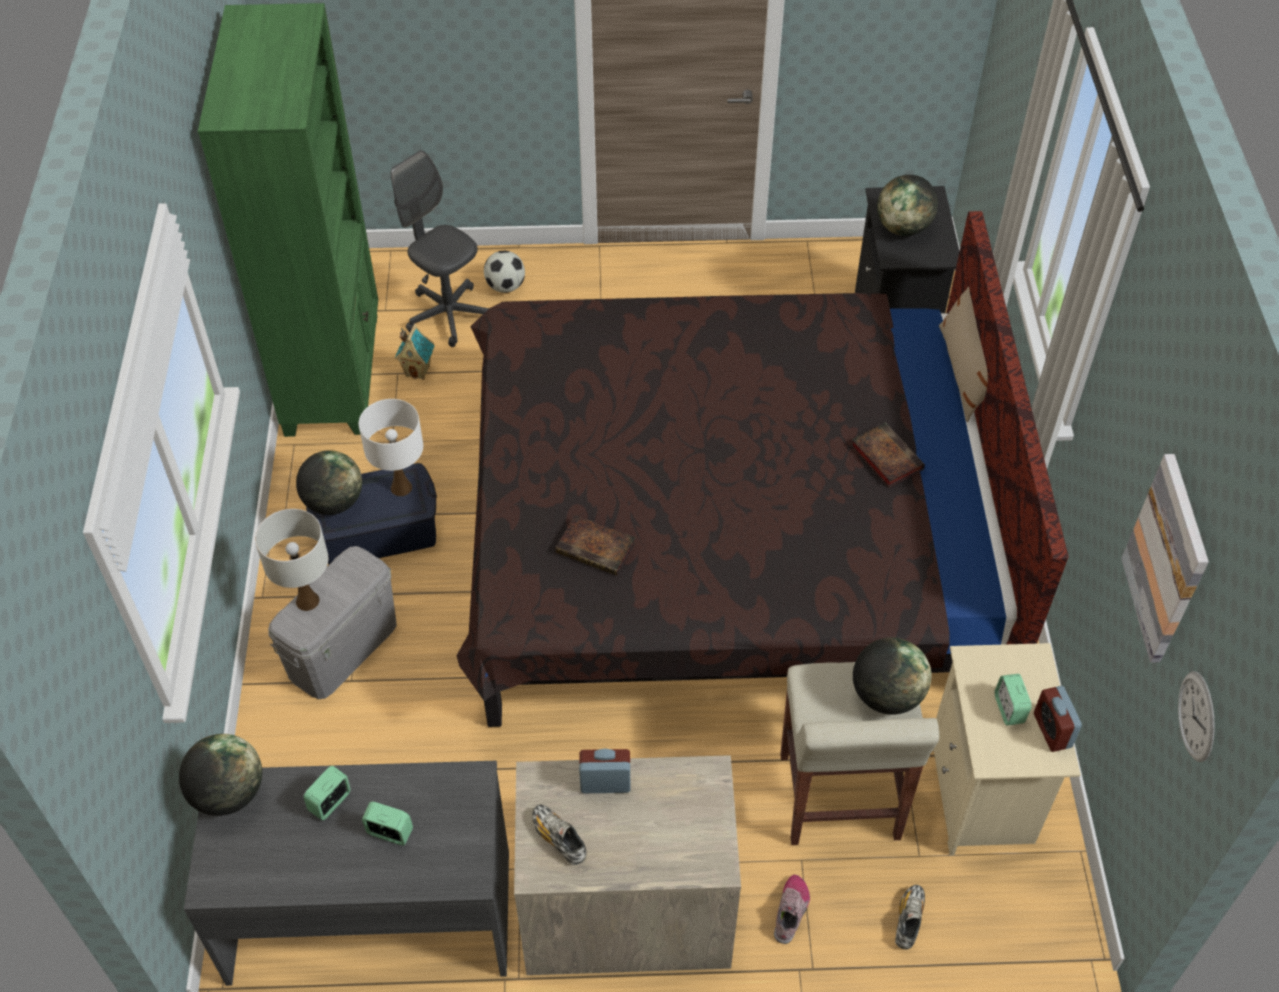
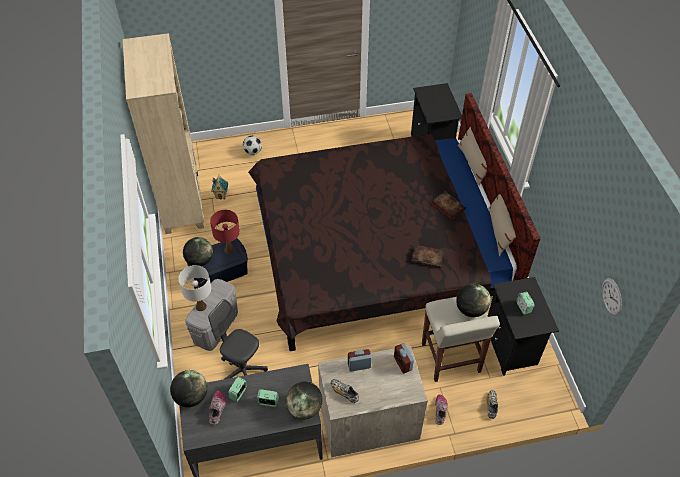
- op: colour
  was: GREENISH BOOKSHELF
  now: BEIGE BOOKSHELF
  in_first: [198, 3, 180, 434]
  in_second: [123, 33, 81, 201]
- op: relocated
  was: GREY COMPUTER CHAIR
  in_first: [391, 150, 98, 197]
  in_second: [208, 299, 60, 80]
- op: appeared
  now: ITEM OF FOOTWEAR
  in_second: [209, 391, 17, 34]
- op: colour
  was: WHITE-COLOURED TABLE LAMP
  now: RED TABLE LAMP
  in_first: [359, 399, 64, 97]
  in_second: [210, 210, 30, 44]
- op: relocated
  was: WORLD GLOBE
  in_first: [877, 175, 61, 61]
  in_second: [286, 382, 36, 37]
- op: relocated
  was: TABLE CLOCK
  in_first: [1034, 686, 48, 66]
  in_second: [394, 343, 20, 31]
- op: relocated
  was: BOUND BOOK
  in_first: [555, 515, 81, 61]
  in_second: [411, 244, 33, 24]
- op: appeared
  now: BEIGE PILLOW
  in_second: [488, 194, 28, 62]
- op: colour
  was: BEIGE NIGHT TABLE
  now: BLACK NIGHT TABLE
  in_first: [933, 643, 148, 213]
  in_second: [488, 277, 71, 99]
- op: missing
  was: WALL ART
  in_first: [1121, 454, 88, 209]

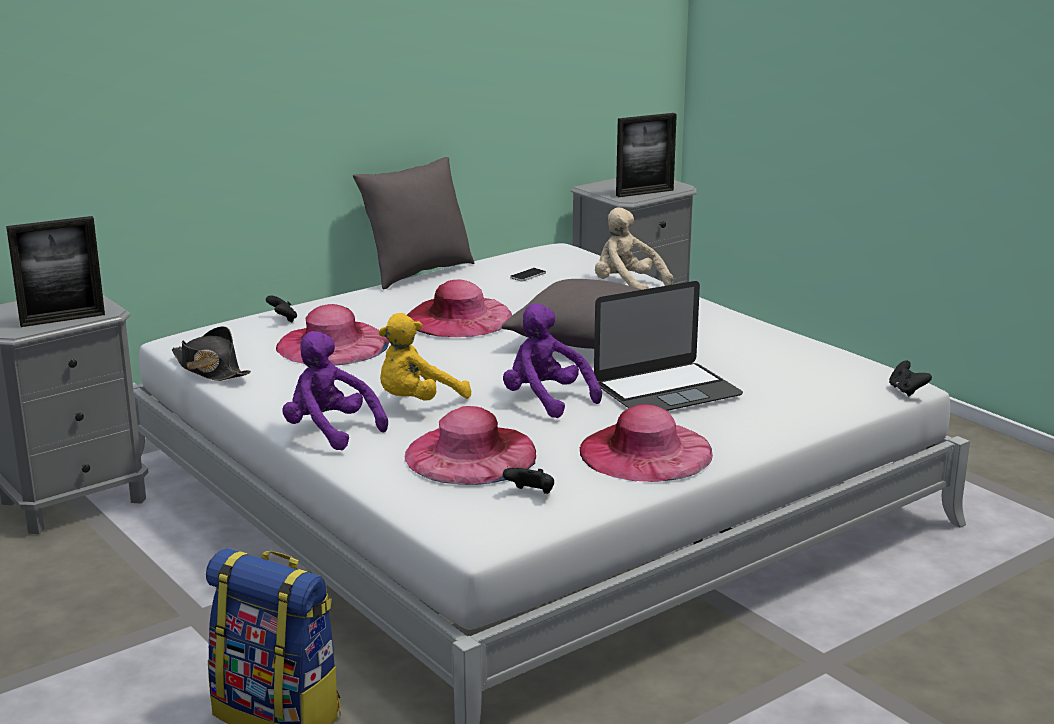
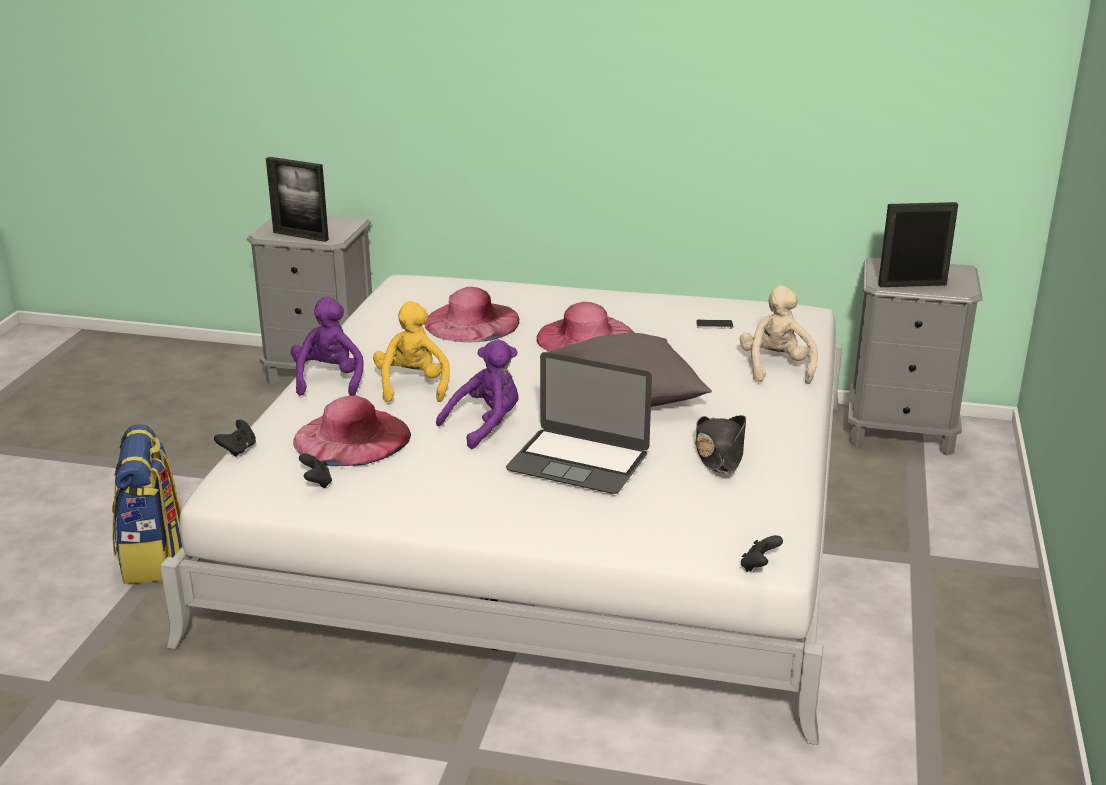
- op: relocated
  was: BLACK GAMEPAD
  in_first: [266, 295, 31, 27]
  in_second: [214, 419, 42, 38]
- op: spun
  was: YELLOW-COLOURED SOFT TOY
  in_first: [378, 313, 93, 88]
  in_second: [373, 301, 77, 101]
  clockwise: 75
- op: spun
  was: PURPLE SOFT TOY
  in_first: [503, 303, 99, 115]
  in_second: [436, 339, 83, 110]
  clockwise: 45
- op: relocated
  was: BLACK CLOTHING HAT
  in_first: [172, 326, 79, 55]
  in_second: [695, 415, 51, 59]
- op: spun
  was: PHOTO FRAME
  in_first: [616, 113, 61, 84]
  in_second: [878, 202, 80, 85]
  clockwise: 150
- op: missing
  was: GREY PILLOW
  in_first: [353, 157, 121, 132]
- op: missing
  was: PINK-COLOURED CLOTHING HAT
  in_first: [580, 404, 133, 78]

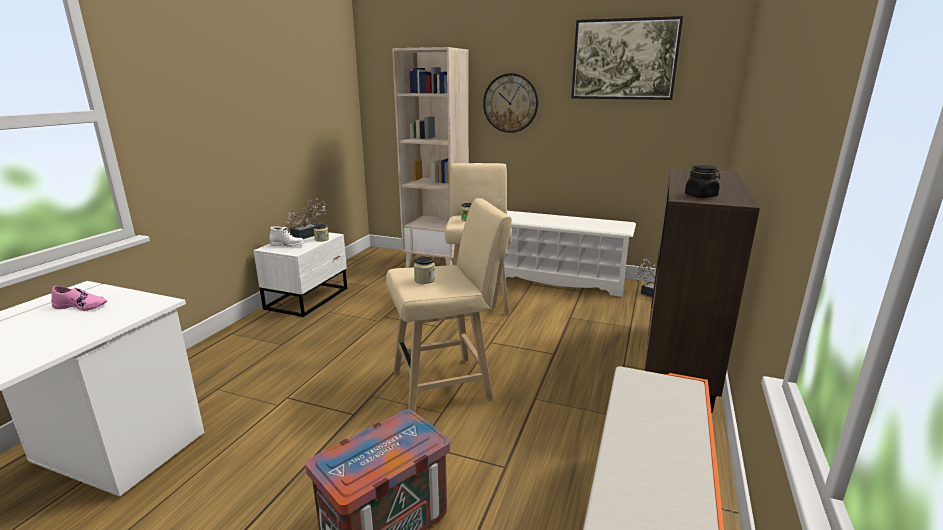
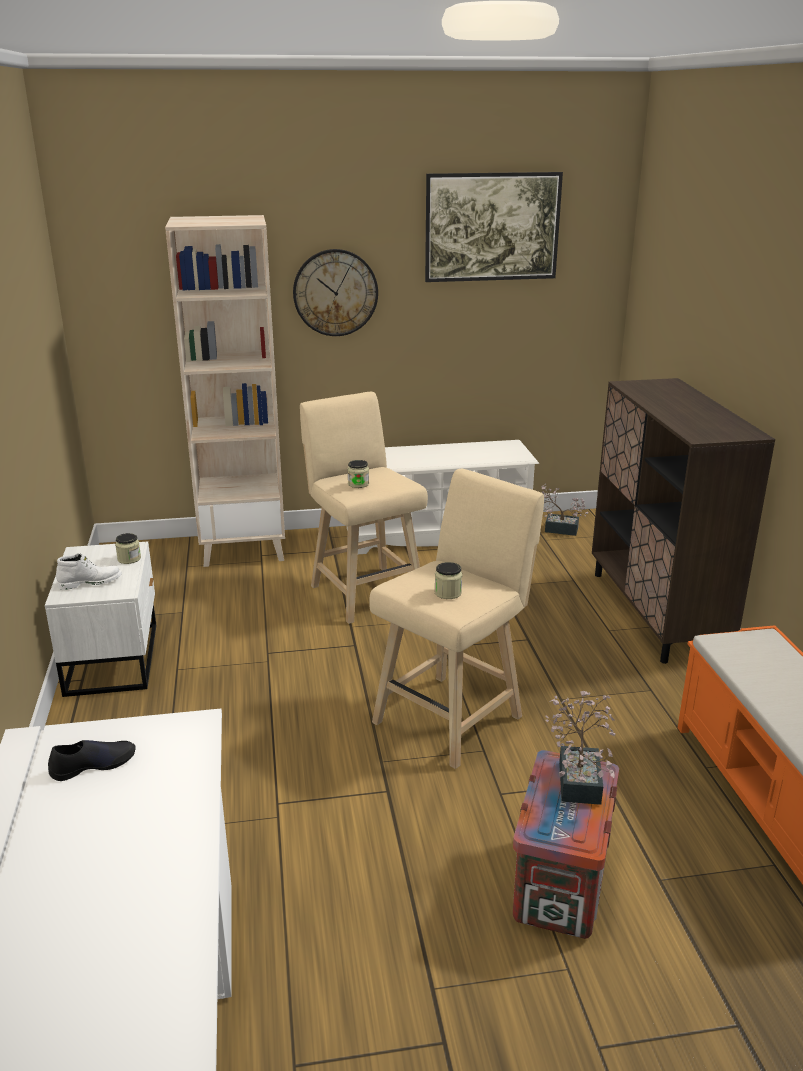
- op: colour
  was: PINK-COLOURED ITEM OF FOOTWEAR
  now: BLACK ITEM OF FOOTWEAR
  in_first: [51, 286, 56, 25]
  in_second: [48, 740, 88, 41]
- op: relocated
  was: PLANT IN A POT
  in_first: [286, 198, 41, 41]
  in_second: [545, 691, 71, 114]
- op: missing
  was: BLACK PRESERVE JAR
  in_first: [685, 165, 35, 33]

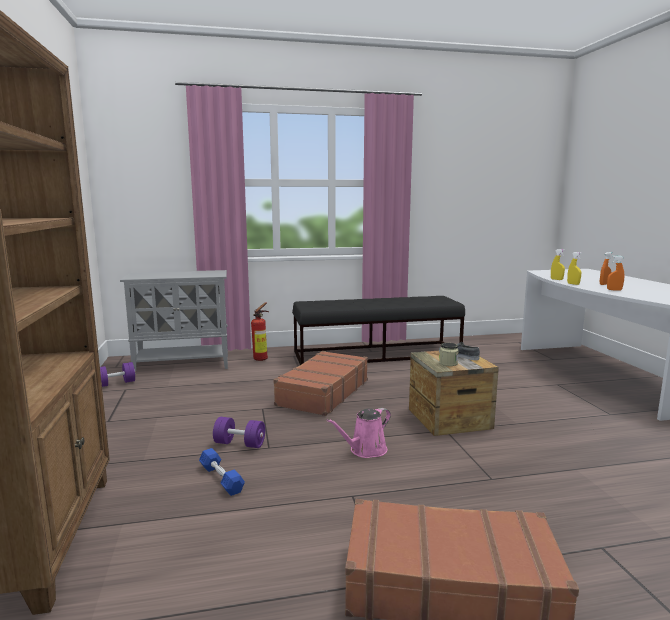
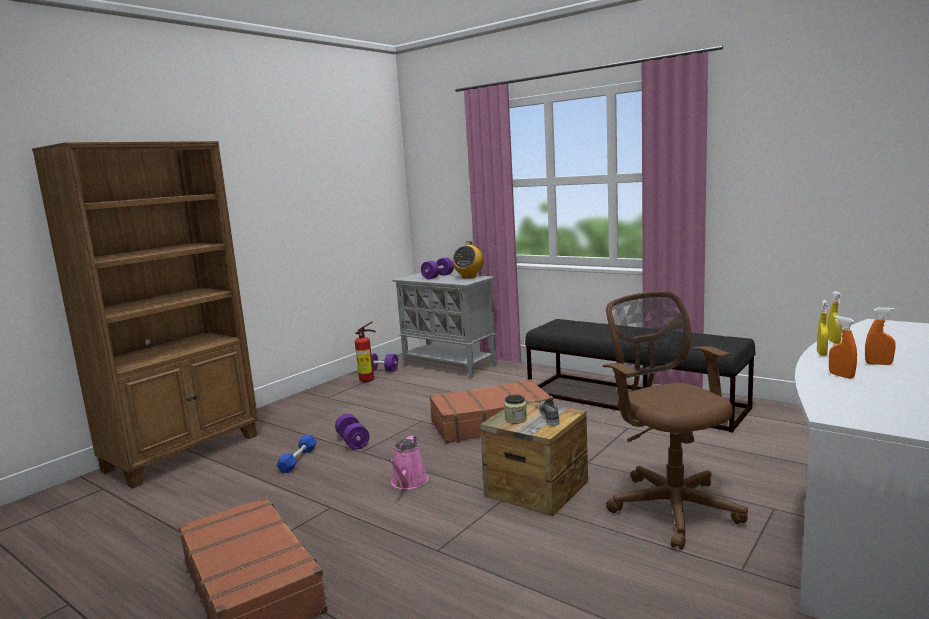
- op: relocated
  was: FIRE-FIGHTING CYLINDER
  in_first: [251, 302, 18, 59]
  in_second: [355, 321, 21, 61]
- op: spun
  was: PINK-COLOURED WATERING CAN
  in_first: [327, 408, 64, 50]
  in_second: [389, 435, 39, 54]
  clockwise: -90
- op: appeared
  now: PURPLE HAND WEIGHT
  in_second: [421, 257, 33, 22]
- op: appeared
  now: RADIO SET
  in_second: [452, 241, 32, 37]
- op: appeared
  now: BROWN COMPUTER CHAIR
  in_second: [602, 291, 146, 259]

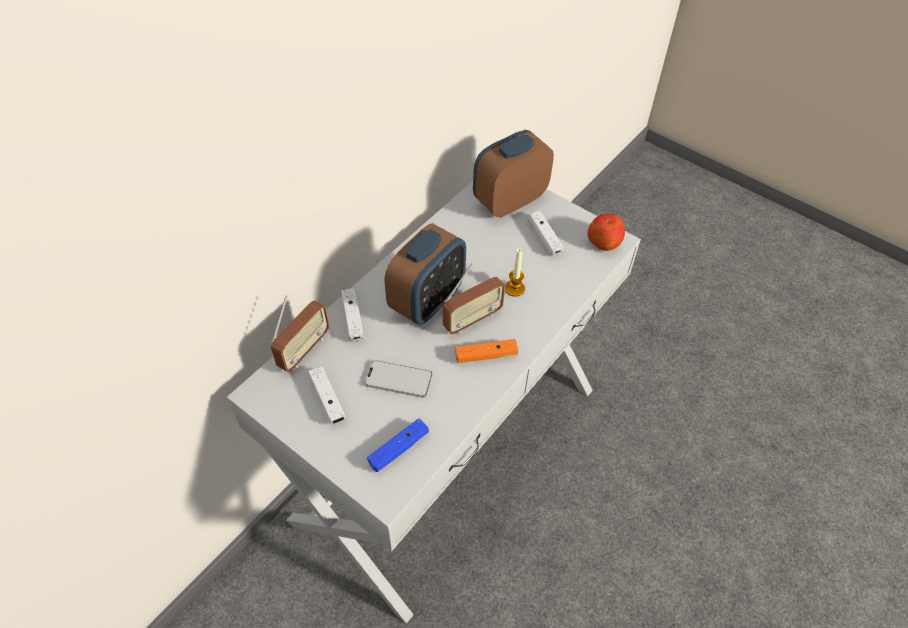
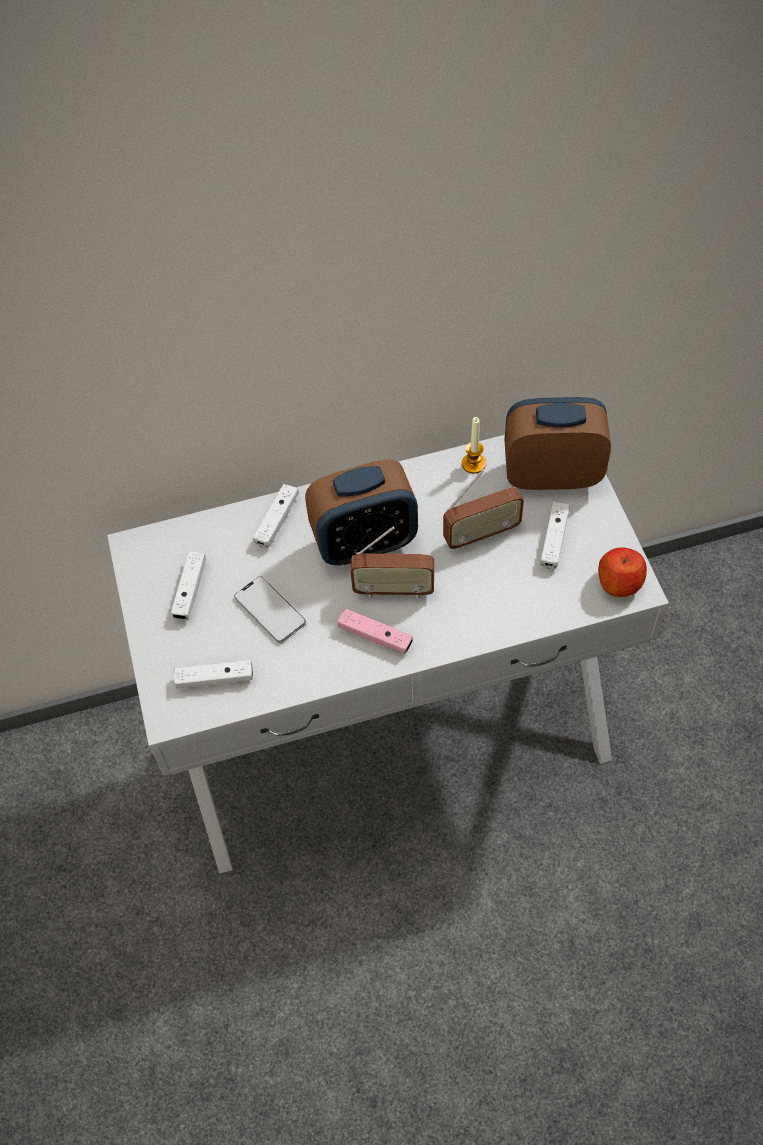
- op: colour
  was: BLUE GAMEPAD
  now: WHITE-COLOURED GAMEPAD
  in_first: [367, 418, 62, 54]
  in_second: [174, 660, 79, 29]
- op: colour
  was: ORANGE-COLOURED GAMEPAD
  now: PINK-COLOURED GAMEPAD
  in_first: [455, 339, 63, 24]
  in_second: [337, 609, 76, 45]
- op: relocated
  was: RADIO SET
  in_first: [271, 295, 59, 77]
  in_second: [443, 469, 81, 80]
- op: relocated
  was: WAX CANDLE
  in_first: [505, 249, 20, 48]
  in_second: [462, 417, 24, 57]

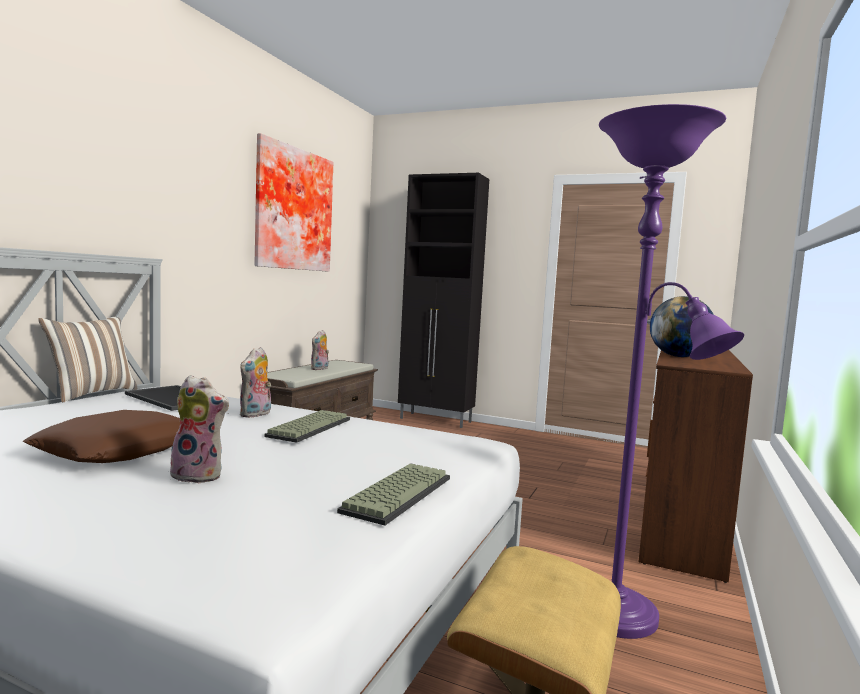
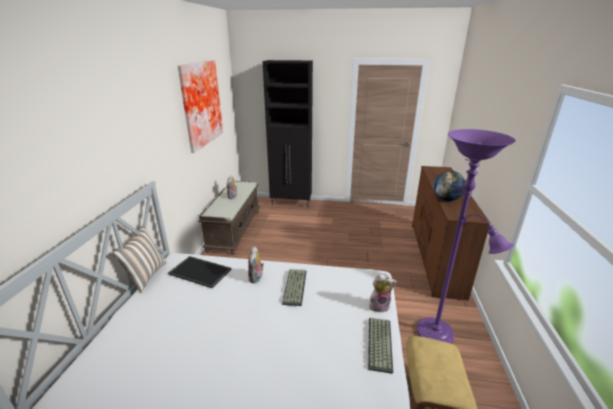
- op: relocated
  was: SOFT TOY
  in_first: [168, 375, 61, 108]
  in_second: [369, 274, 28, 39]
- op: missing
  was: BROWN PILLOW
  in_first: [23, 410, 157, 53]

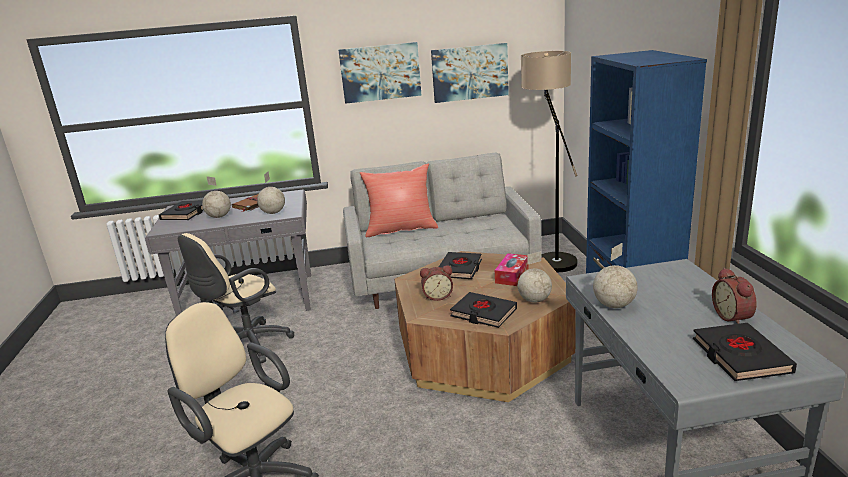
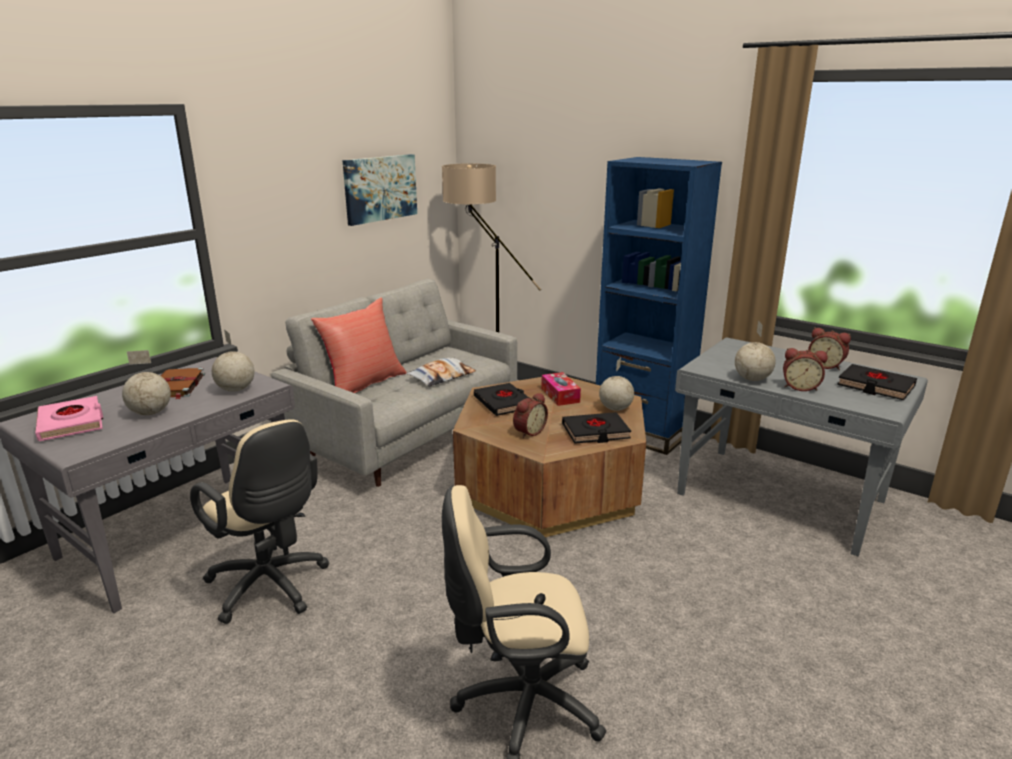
- op: colour
  was: BLACK BOUND BOOK
  now: PINK-COLOURED BOUND BOOK
  in_first: [159, 201, 44, 19]
  in_second: [35, 396, 68, 45]
- op: spun
  was: BEIGE COMPUTER CHAIR
  in_first: [178, 233, 116, 130]
  in_second: [190, 419, 140, 205]
  clockwise: -45
- op: appeared
  now: PILLOW
  in_second: [406, 358, 70, 29]
- op: appeared
  now: TABLE CLOCK
  in_second: [783, 348, 45, 43]
- op: missing
  was: WALL ART
  in_first: [338, 42, 84, 62]

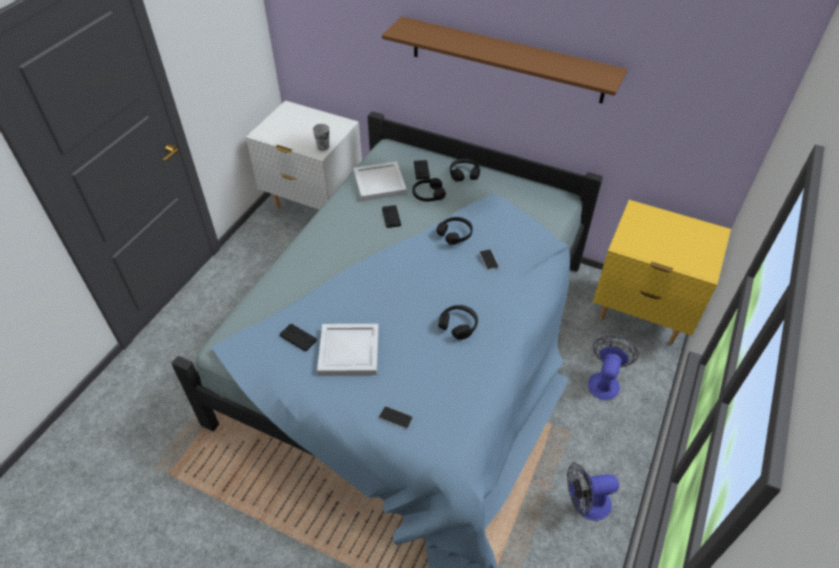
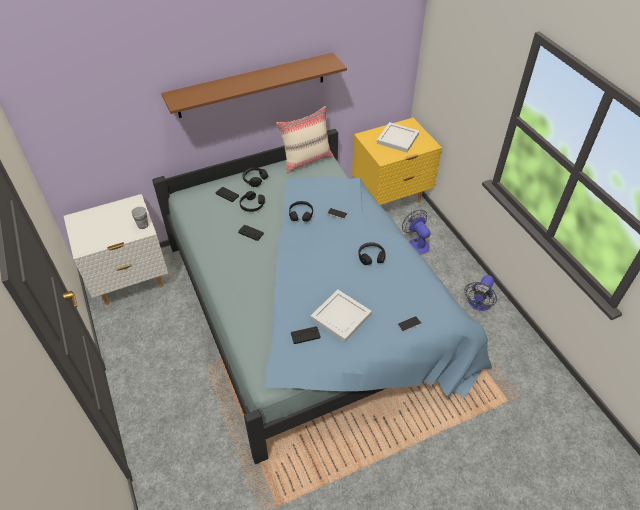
- op: appeared
  now: BEIGE PILLOW
  in_second: [276, 106, 58, 68]
- op: relocated
  was: WHITE-COLOURED TRAY
  in_first: [353, 161, 54, 40]
  in_second: [377, 122, 42, 31]

